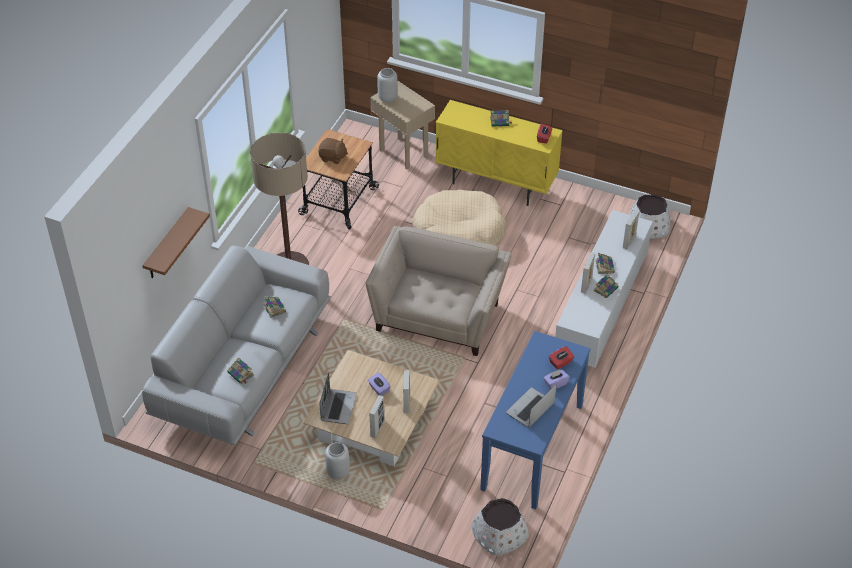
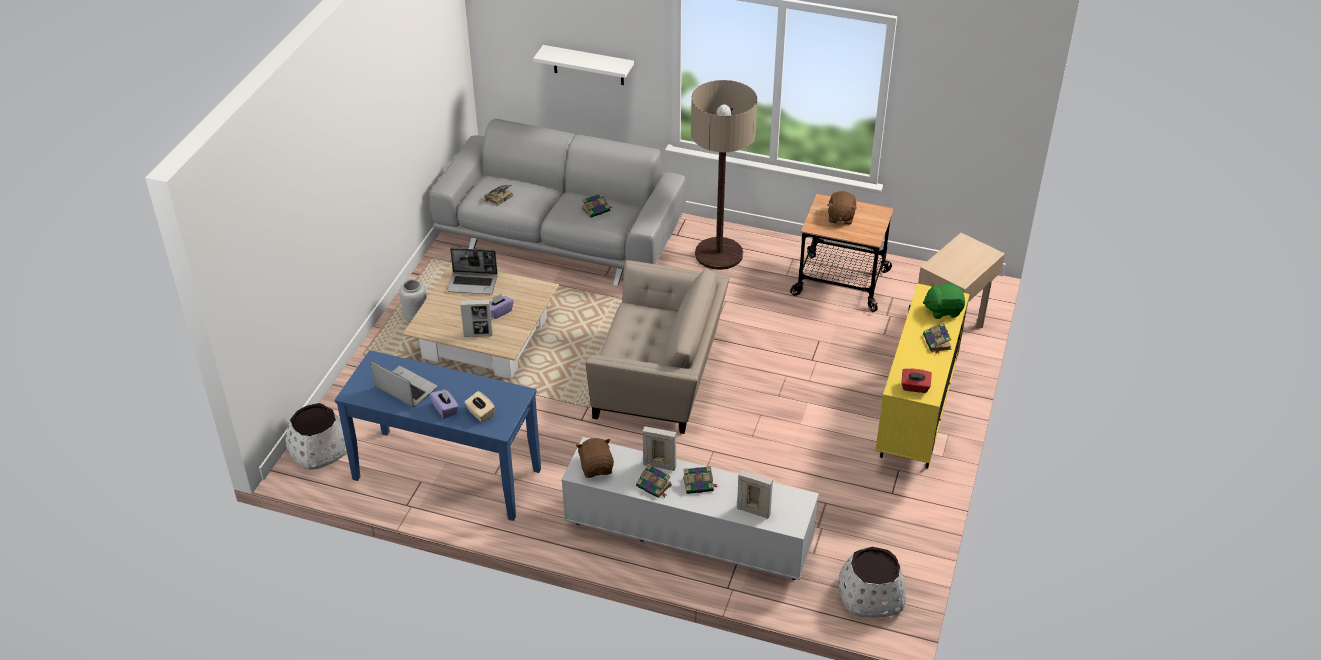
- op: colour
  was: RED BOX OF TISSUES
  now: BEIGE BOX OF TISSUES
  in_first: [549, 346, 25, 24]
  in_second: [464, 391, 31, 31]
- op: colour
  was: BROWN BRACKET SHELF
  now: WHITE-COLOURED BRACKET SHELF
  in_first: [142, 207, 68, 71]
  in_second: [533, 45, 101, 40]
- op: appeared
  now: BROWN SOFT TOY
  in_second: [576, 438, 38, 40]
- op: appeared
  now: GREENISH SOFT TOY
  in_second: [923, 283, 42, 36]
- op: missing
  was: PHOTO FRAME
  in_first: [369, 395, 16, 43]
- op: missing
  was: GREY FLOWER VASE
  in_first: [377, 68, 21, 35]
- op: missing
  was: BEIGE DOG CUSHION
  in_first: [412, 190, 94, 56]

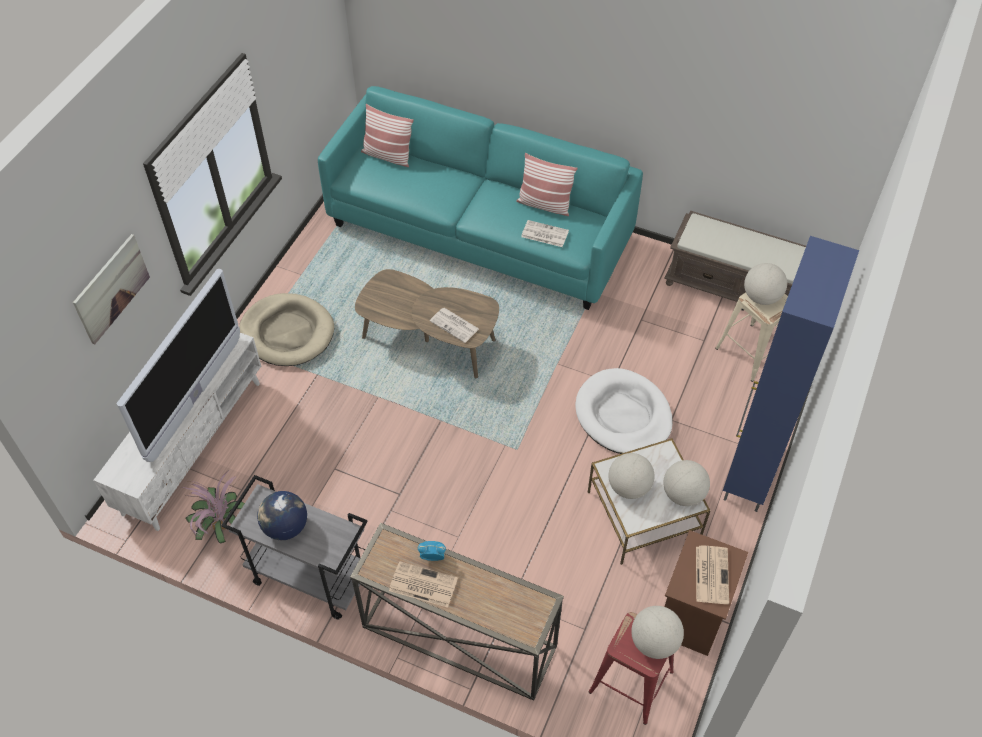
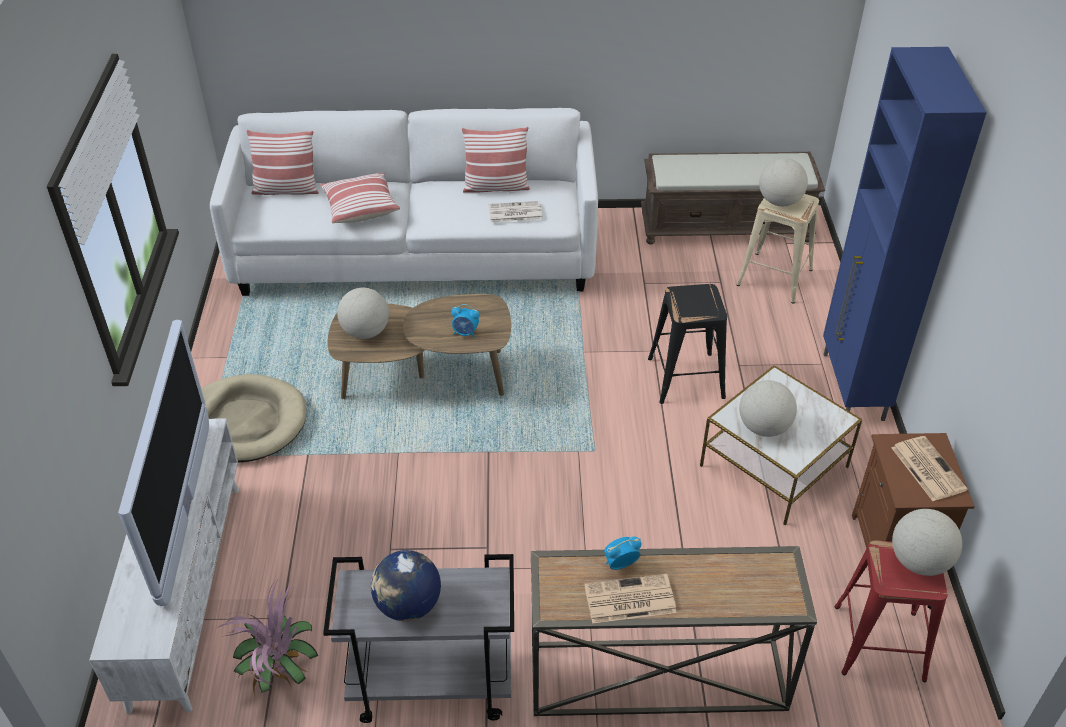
- op: colour
  was: BLUE-GREEN COUCH
  now: WHITE-COLOURED COUCH
  in_first: [318, 86, 325, 224]
  in_second: [210, 108, 388, 188]
- op: appeared
  now: PILLOW
  in_second: [320, 173, 80, 50]
- op: relocated
  was: WORLD GLOBE
  in_first: [663, 460, 47, 46]
  in_second: [337, 288, 52, 51]
- op: exchanged
  was: NEWSPAPER
  now: TABLE CLOCK
  in_first: [430, 308, 49, 35]
  in_second: [451, 304, 29, 33]
- op: exchanged
  was: WHITE-COLOURED DOG CUSHION
  now: BLACK STOOL SEAT
  in_first: [575, 368, 98, 86]
  in_second: [648, 284, 79, 120]
- op: missing
  was: WALL ART
  in_first: [73, 234, 77, 111]

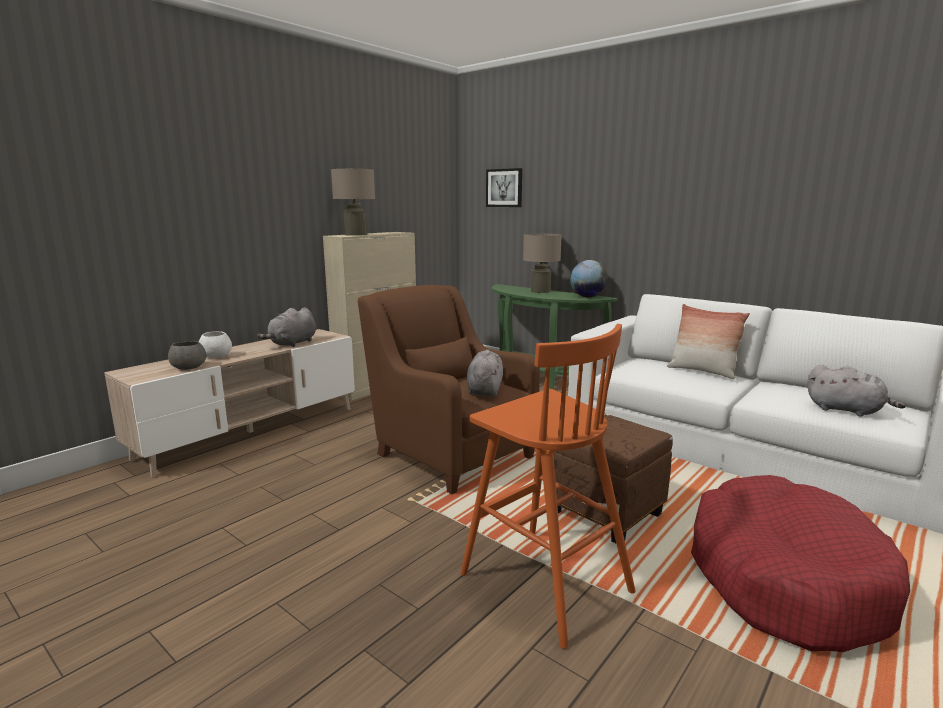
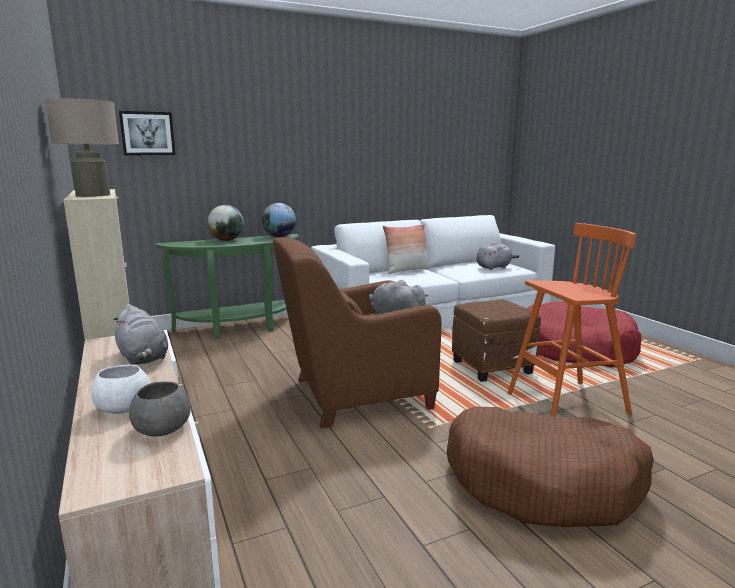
- op: exchanged
  was: BEIGE TABLE LAMP
  now: WORLD GLOBE
  in_first: [523, 233, 39, 60]
  in_second: [207, 205, 37, 36]
- op: appeared
  now: BROWN DOG CUSHION
  in_second: [447, 407, 207, 120]

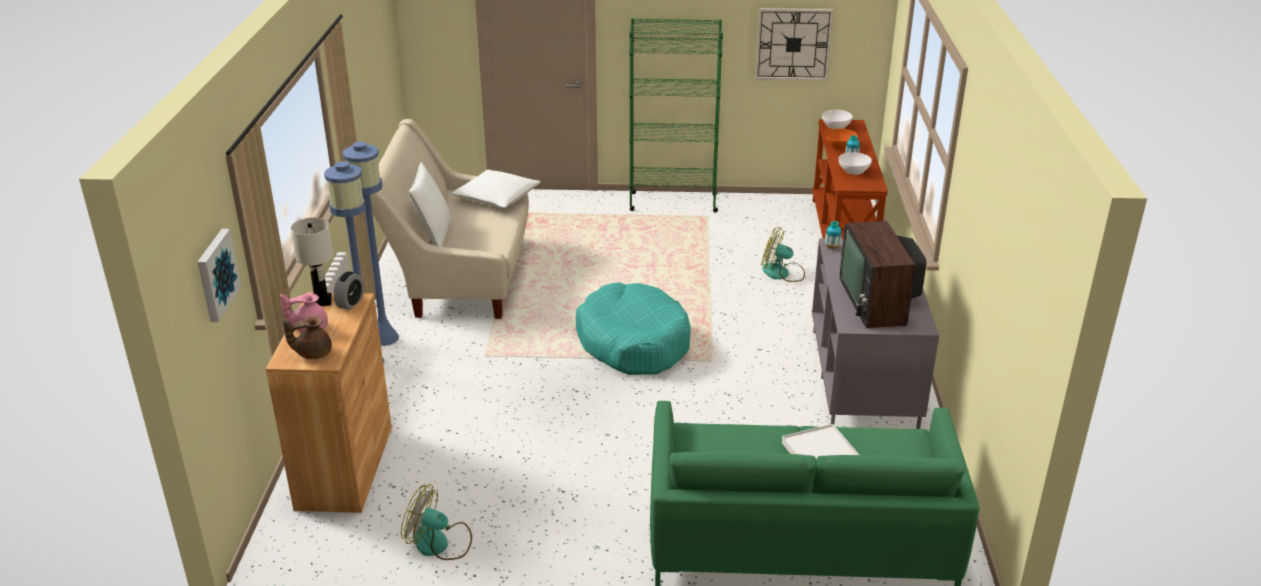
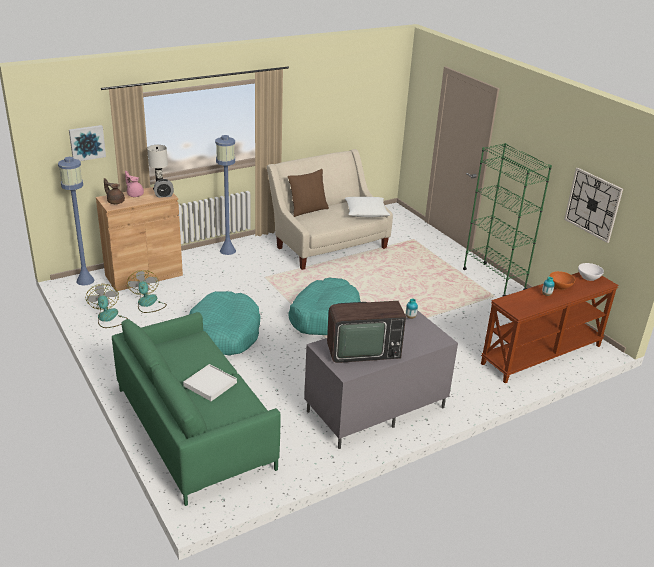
- op: relocated
  was: BLUE FLOOR LAMP
  in_first: [343, 141, 56, 205]
  in_second: [58, 157, 37, 129]
- op: relocated
  was: FAN
  in_first: [761, 227, 44, 55]
  in_second: [127, 270, 40, 43]
- op: appeared
  now: BLUE-GREEN DOG CUSHION
  in_second: [189, 291, 72, 65]
- op: colour
  was: WHITE-COLOURED PILLOW
  now: BROWN PILLOW
  in_first: [409, 162, 42, 85]
  in_second: [287, 169, 42, 48]
- op: spun
  was: TV
  in_first: [840, 221, 87, 107]
  in_second: [327, 301, 79, 62]
  clockwise: -150
- op: missing
  was: WHITE-COLOURED SERVING BOWL
  in_first: [838, 152, 34, 23]

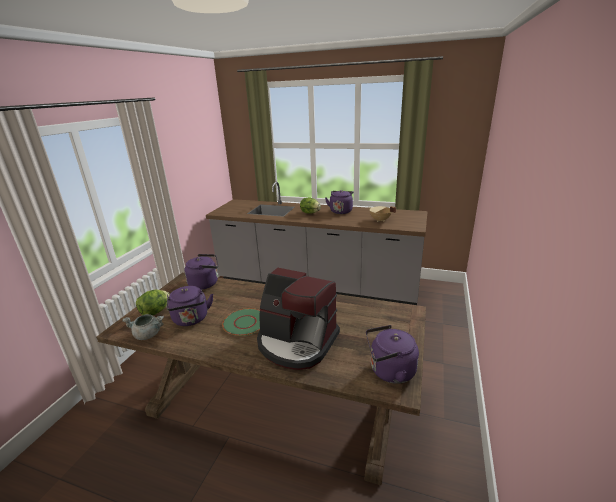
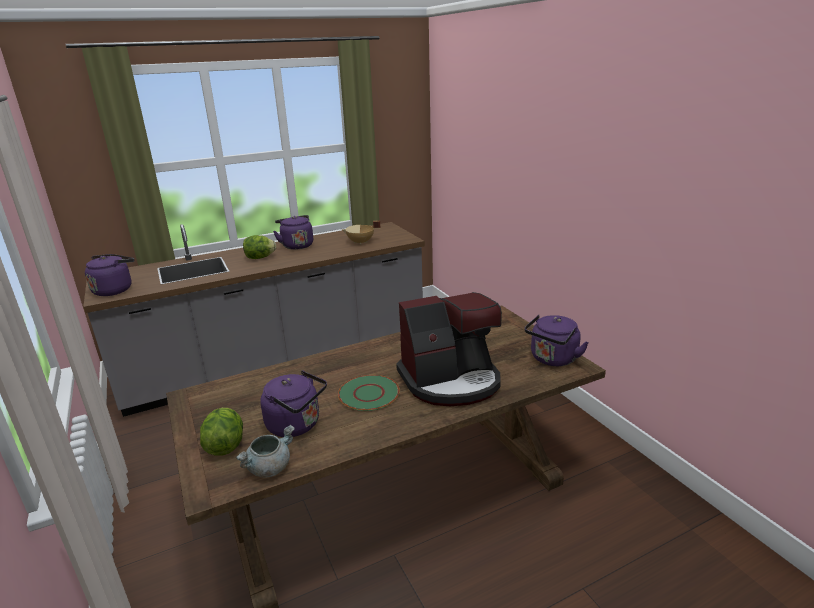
- op: relocated
  was: PURPLE KETTLE
  in_first: [184, 254, 34, 35]
  in_second: [85, 254, 49, 42]

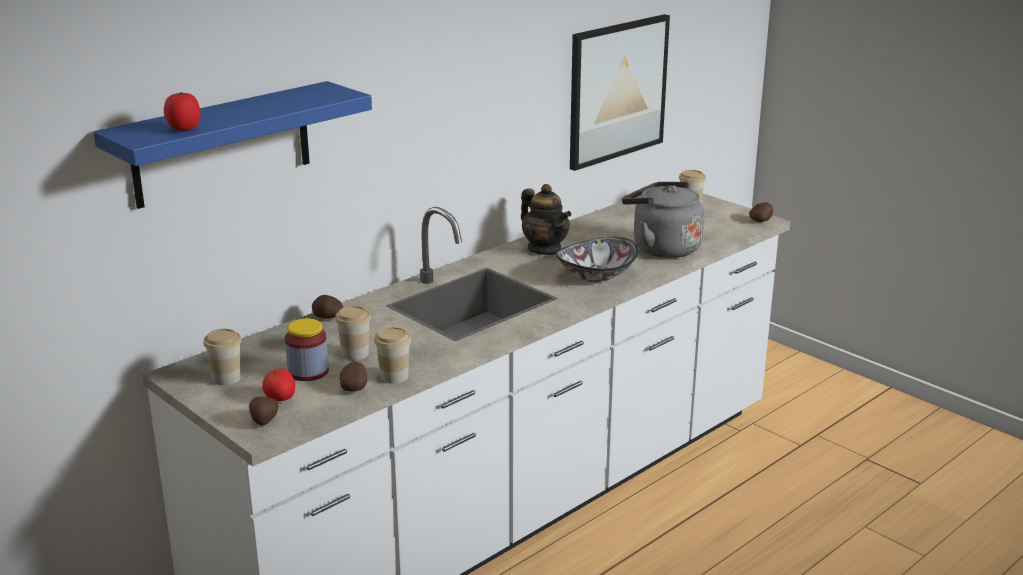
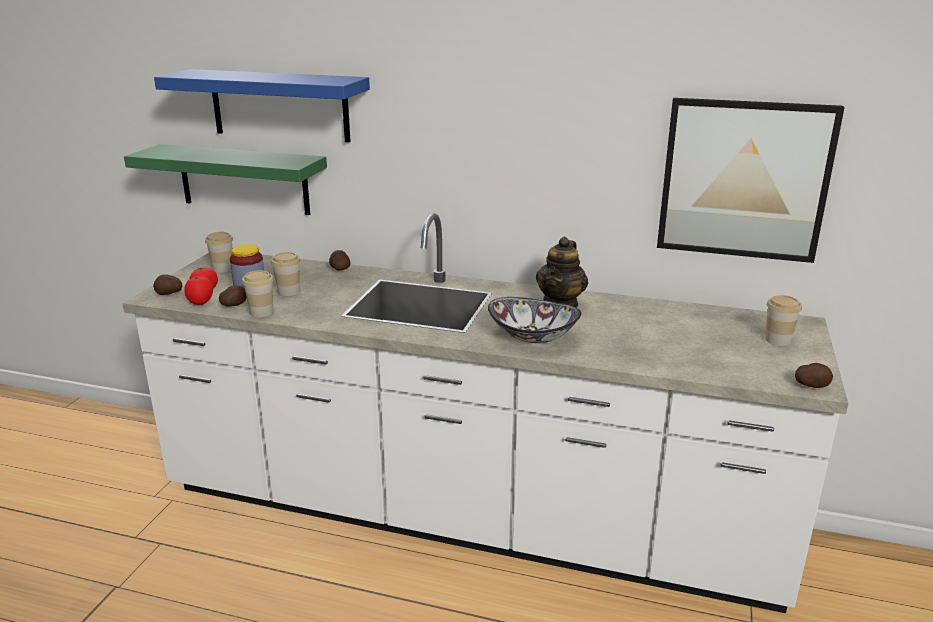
- op: appeared
  now: GREENISH BRACKET SHELF
  in_second: [124, 144, 203, 71]
- op: relocated
  was: WHOLE TOMATO
  in_first: [164, 92, 36, 39]
  in_second: [185, 276, 28, 29]
- op: missing
  was: GREY KETTLE
  in_first: [622, 182, 82, 76]

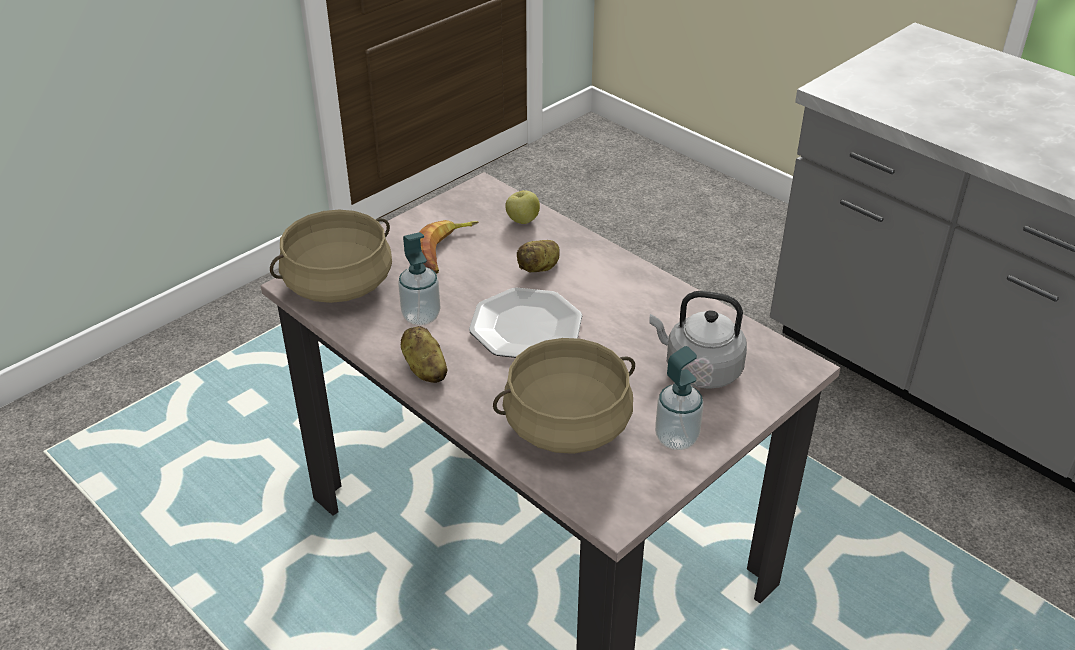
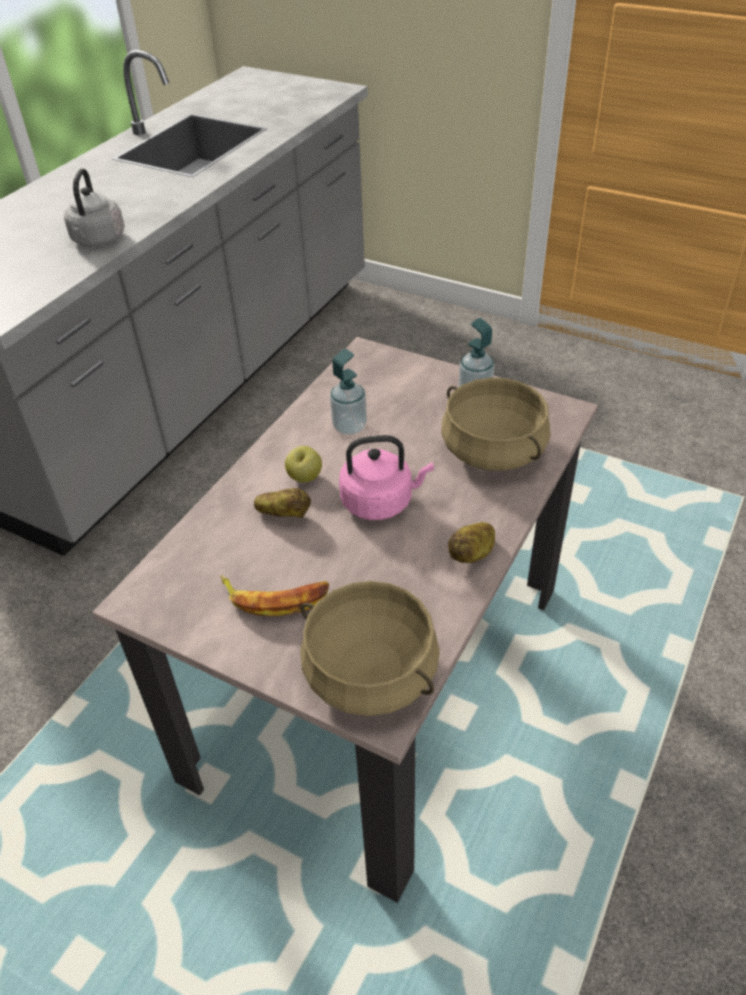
- op: relocated
  was: GREY KETTLE
  in_first: [649, 291, 98, 98]
  in_second: [64, 168, 60, 79]
- op: relocated
  was: WHOLE APPLE
  in_first: [505, 190, 35, 34]
  in_second: [285, 446, 37, 37]
- op: relocated
  was: LIQUID SOAP BOTTLE
  in_first: [398, 232, 42, 93]
  in_second: [330, 349, 37, 86]
- op: exchanged
  was: DINNER PLATE
  now: PINK-COLOURED KETTLE
  in_first: [469, 288, 113, 70]
  in_second: [339, 435, 95, 85]

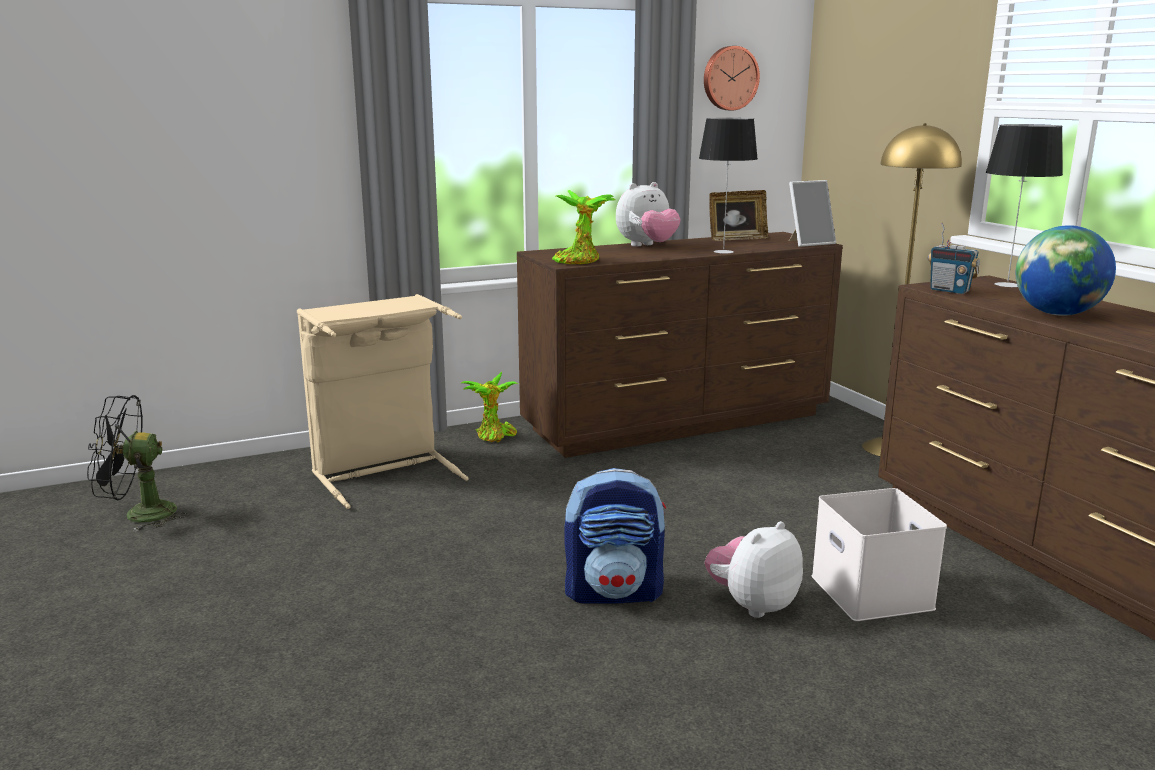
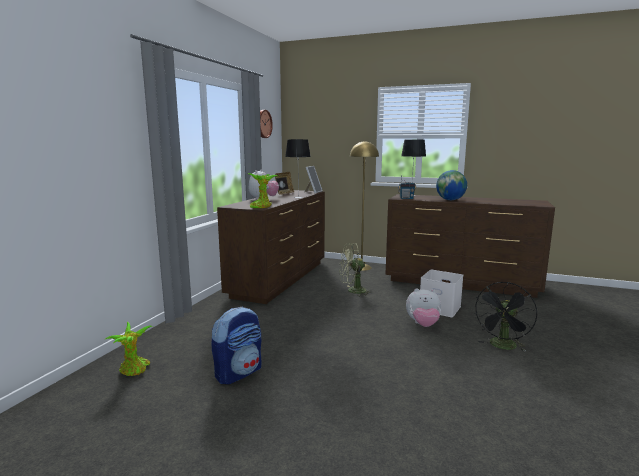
- op: relocated
  was: PLANT IN A POT
  in_first: [461, 372, 57, 71]
  in_second: [104, 322, 48, 54]
- op: relocated
  was: BACKPACK
  in_first: [565, 468, 101, 136]
  in_second: [211, 307, 50, 77]
- op: appeared
  now: GREENISH FAN
  in_second: [339, 243, 34, 53]
- op: spun
  was: SOFT TOY
  in_first: [705, 521, 98, 97]
  in_second: [406, 288, 35, 39]
  clockwise: -90
- op: relocated
  was: BLACK FAN
  in_first: [87, 395, 101, 137]
  in_second: [475, 282, 62, 70]
- op: missing
  was: BEIGE HAMPER
  in_first: [297, 294, 172, 215]

